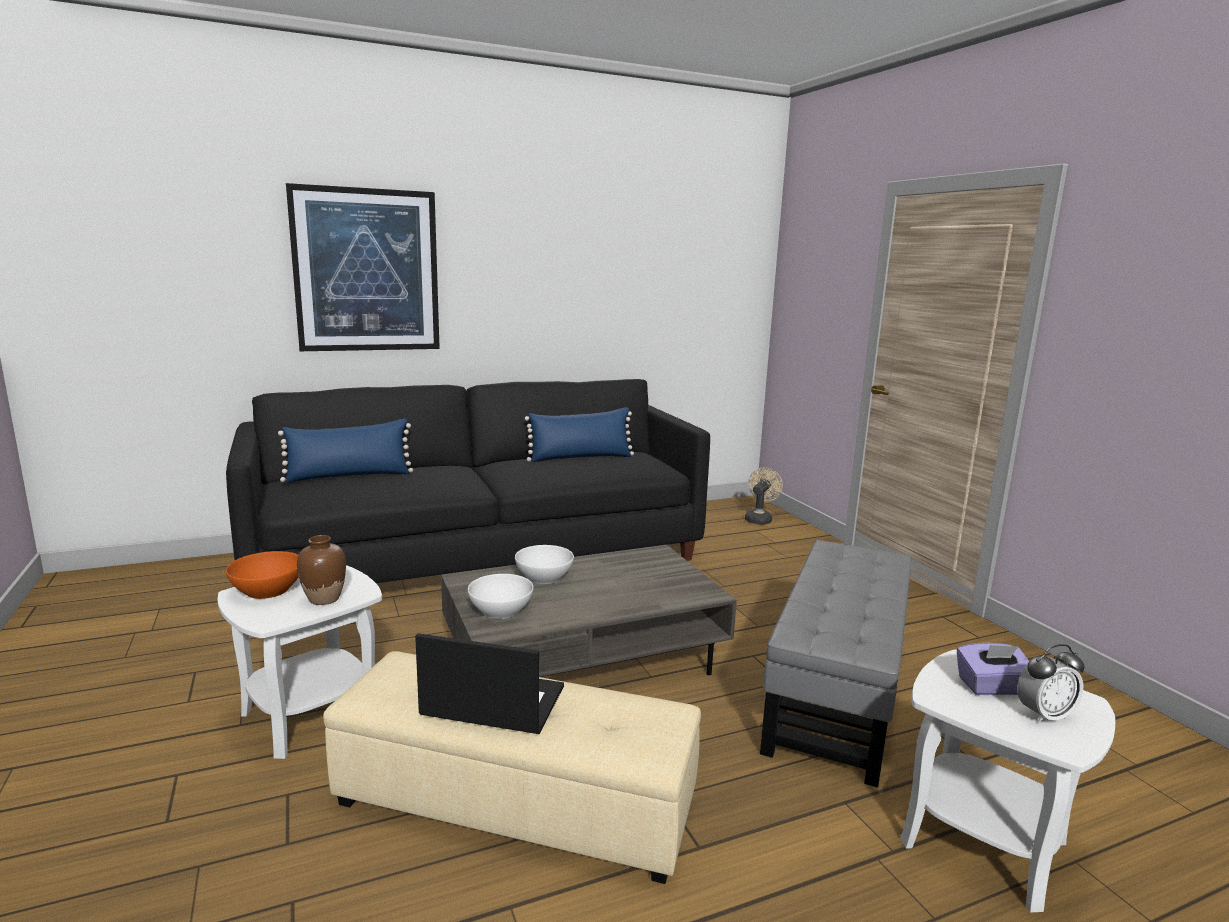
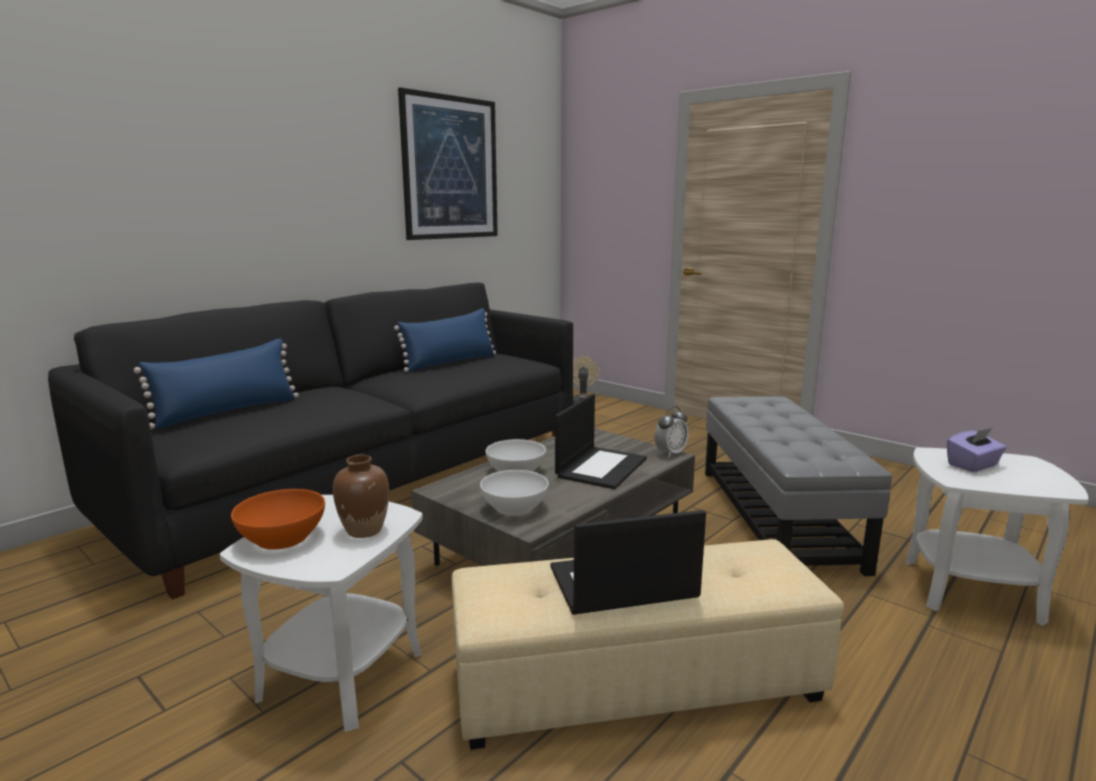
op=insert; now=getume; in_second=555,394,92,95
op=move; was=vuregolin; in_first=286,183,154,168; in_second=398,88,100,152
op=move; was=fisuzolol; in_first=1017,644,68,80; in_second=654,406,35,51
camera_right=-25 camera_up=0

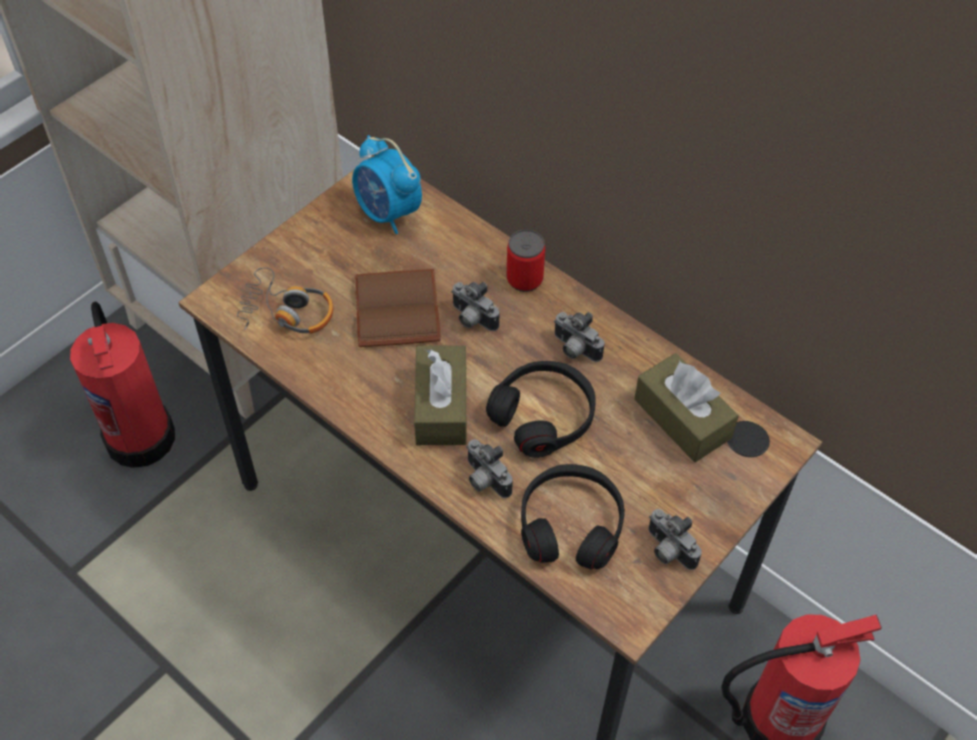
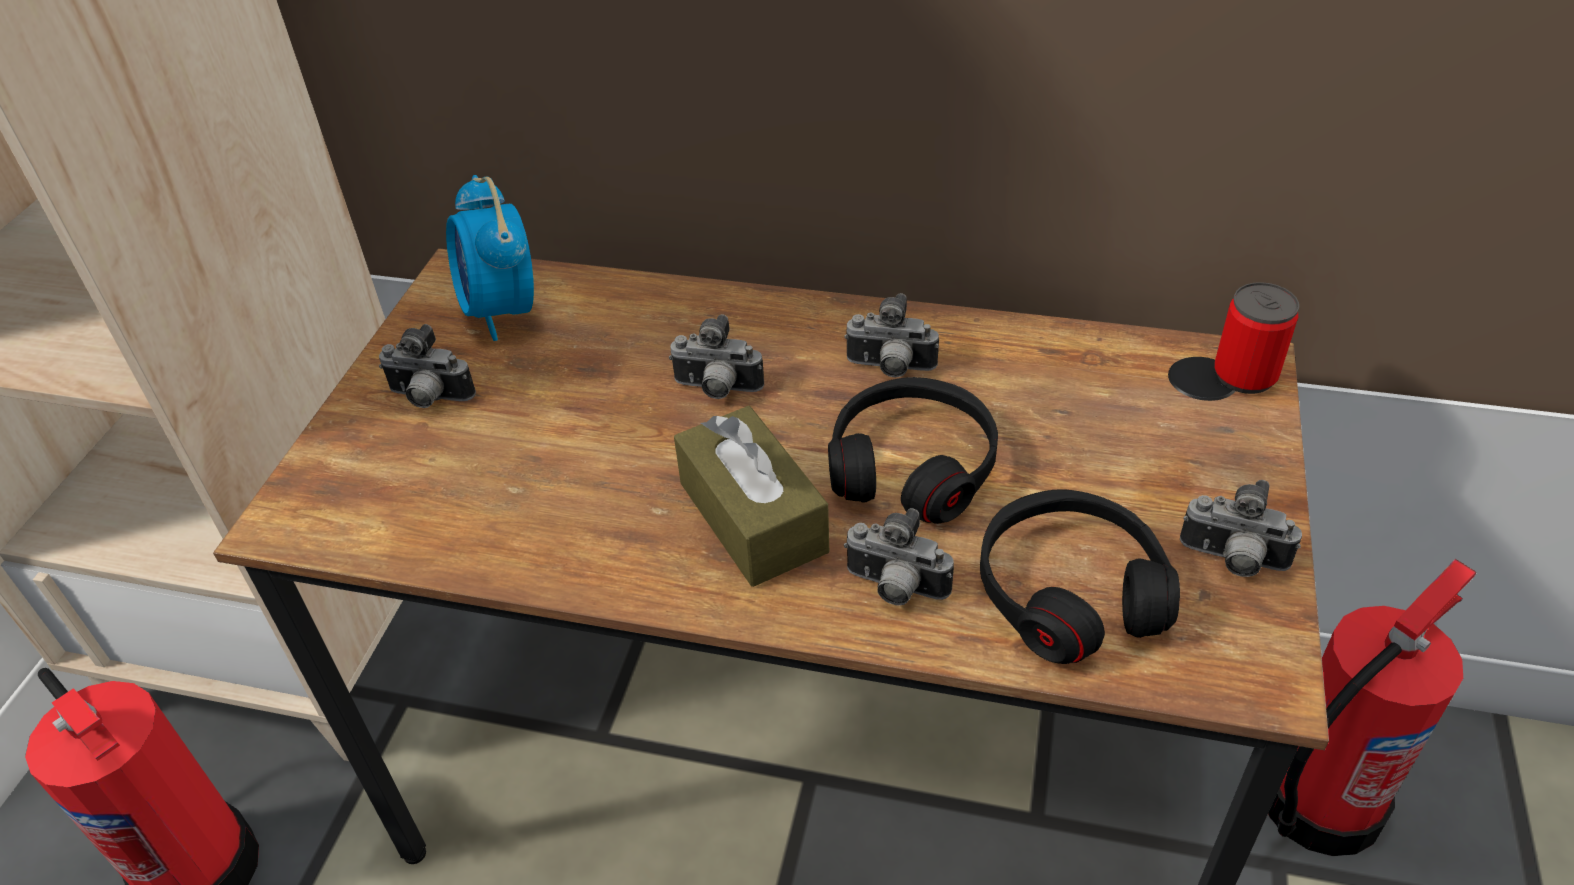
op=delete; was=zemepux; in_first=237,267,96,67
op=delete; was=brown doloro; in_first=355,269,86,78
op=delete; was=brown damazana; in_first=634,353,105,109
op=insert; now=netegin; in_second=379,324,97,84
op=move; was=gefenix; in_first=507,230,38,62; in_second=1214,282,85,112
op=rotate; was=fisuzolol; in_first=352,135,70,99; in_second=446,175,88,166; clockwise=45
camera_right=-25 camera_up=-10

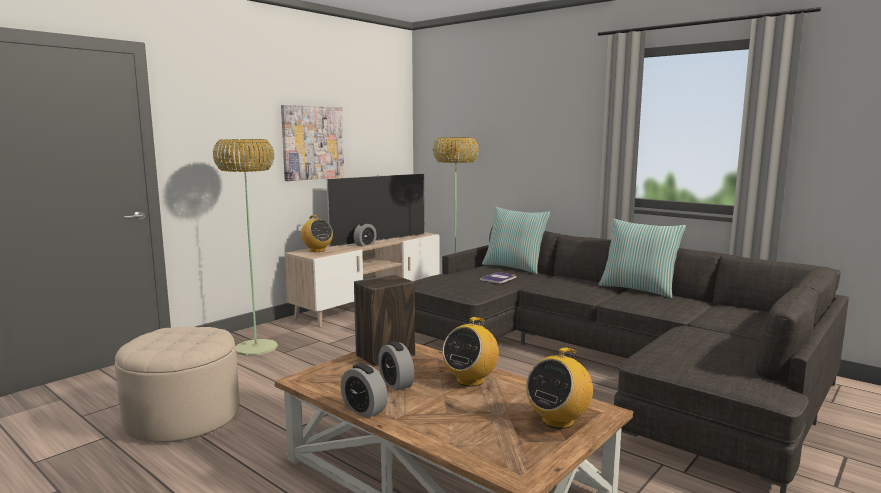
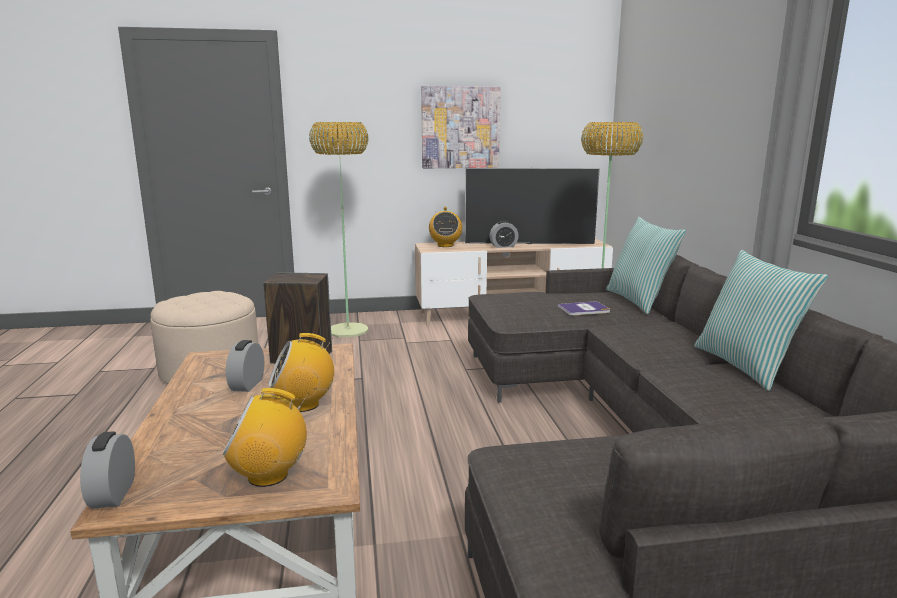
op=move; was=fisuzolol; in_first=341,363,47,55; in_second=80,432,55,77
camera_right=40 camera_up=5

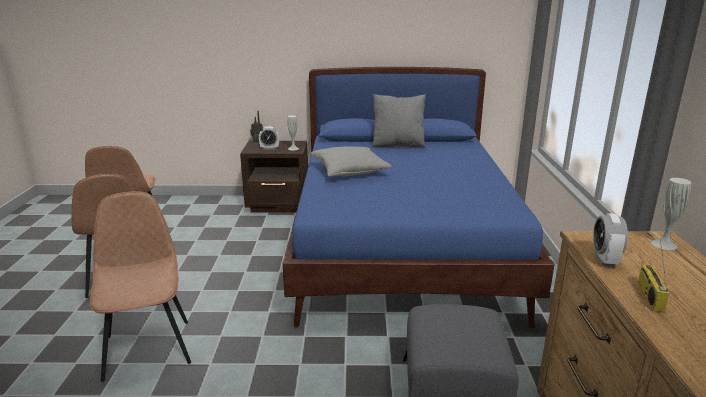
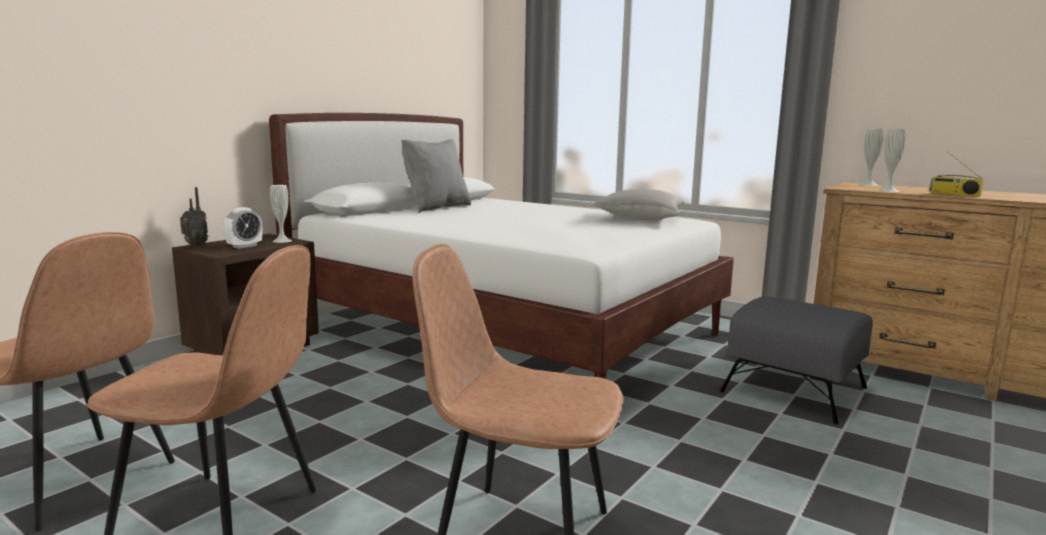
op=move; was=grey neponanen; in_first=311,146,81,31; in_second=593,189,91,31
op=replace; was=fisuzolol; now=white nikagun; in_first=593,213,35,53; in_second=877,129,29,63
op=recolor; was=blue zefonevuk; now=white zefonevuk; in_first=283,67,272,261; in_second=269,113,465,266
camera_right=-55 camera_up=-10

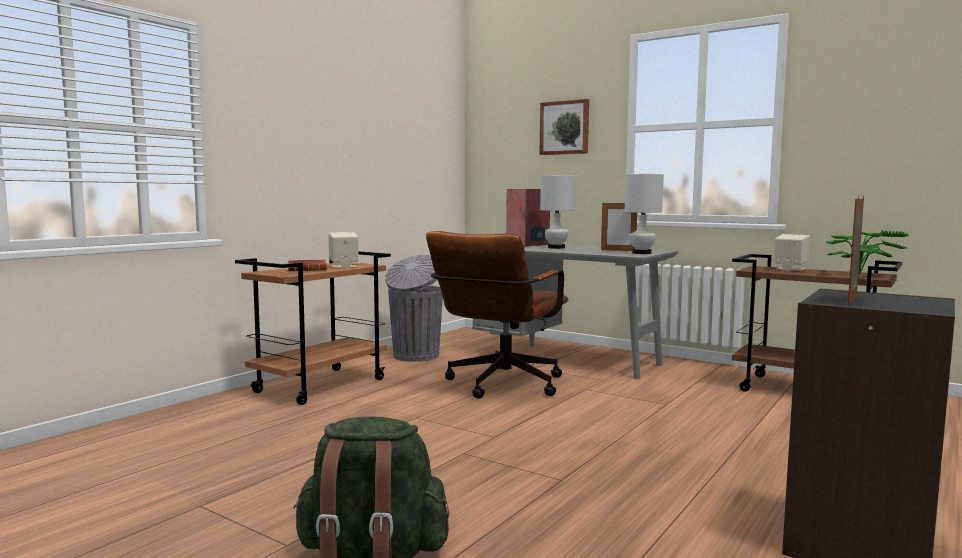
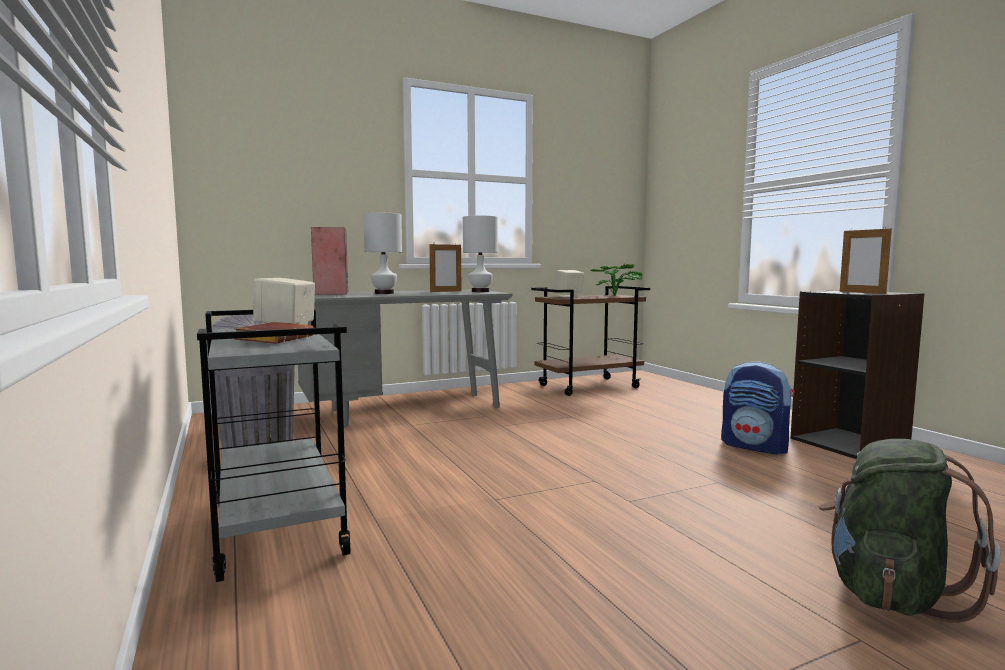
op=delete; was=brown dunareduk; in_first=426,231,142,168
op=delete; was=vuregolin; in_first=539,99,50,56
op=insert; now=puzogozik; in_second=721,361,74,94
op=recolor; was=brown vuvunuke; now=grey vuvunuke; in_first=235,251,156,154; in_second=197,310,153,272
camera_right=-60 camera_up=0

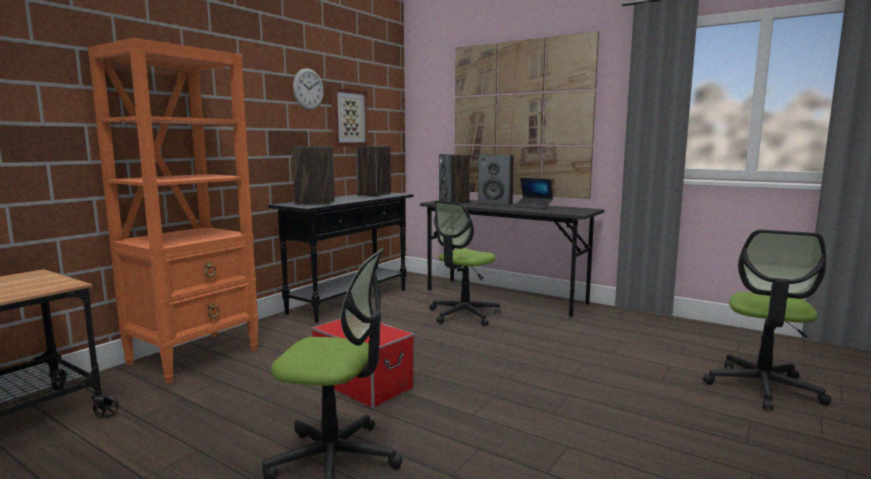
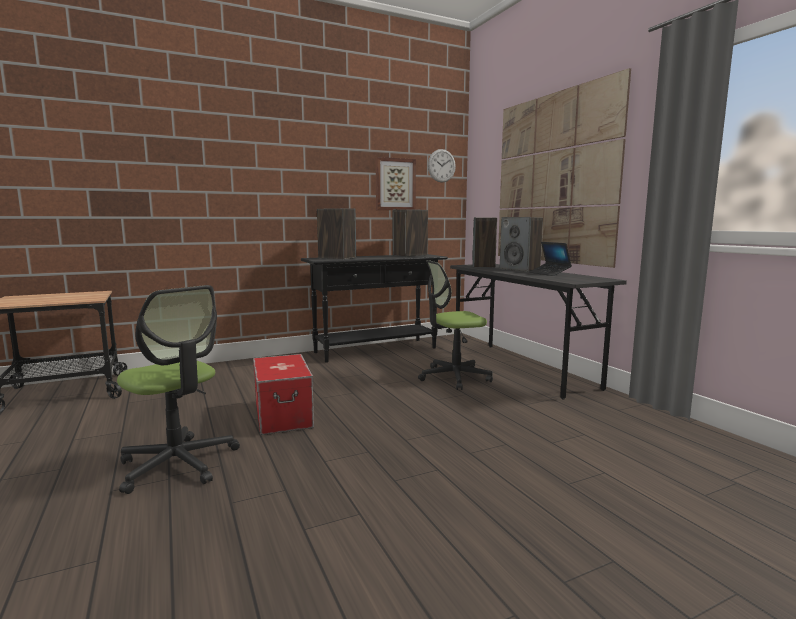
op=delete; was=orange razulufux; in_first=88,38,171,346
op=delete; was=dunareduk; in_first=703,229,128,182
op=move; was=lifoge; in_first=293,68,31,42; in_second=428,149,28,34
camera_right=30 camera_up=0

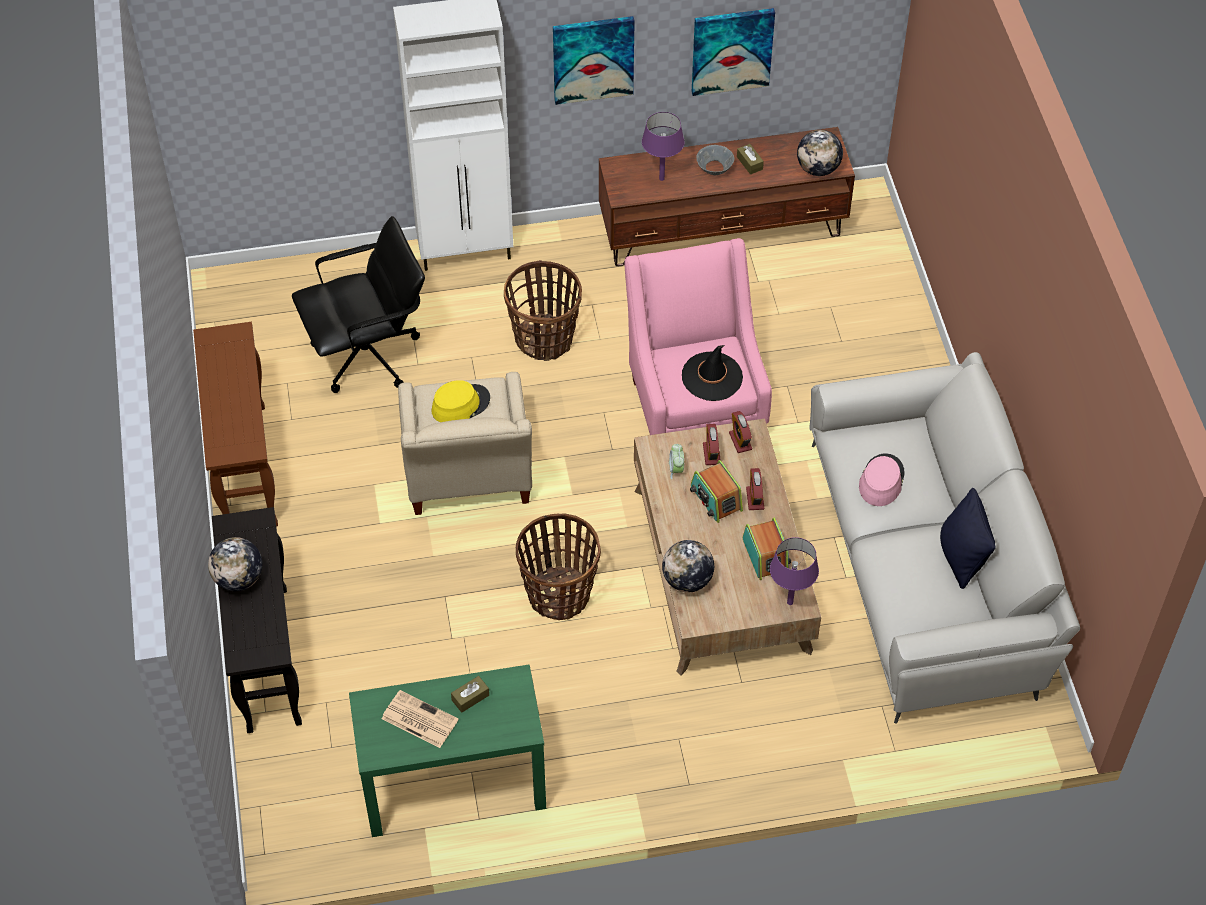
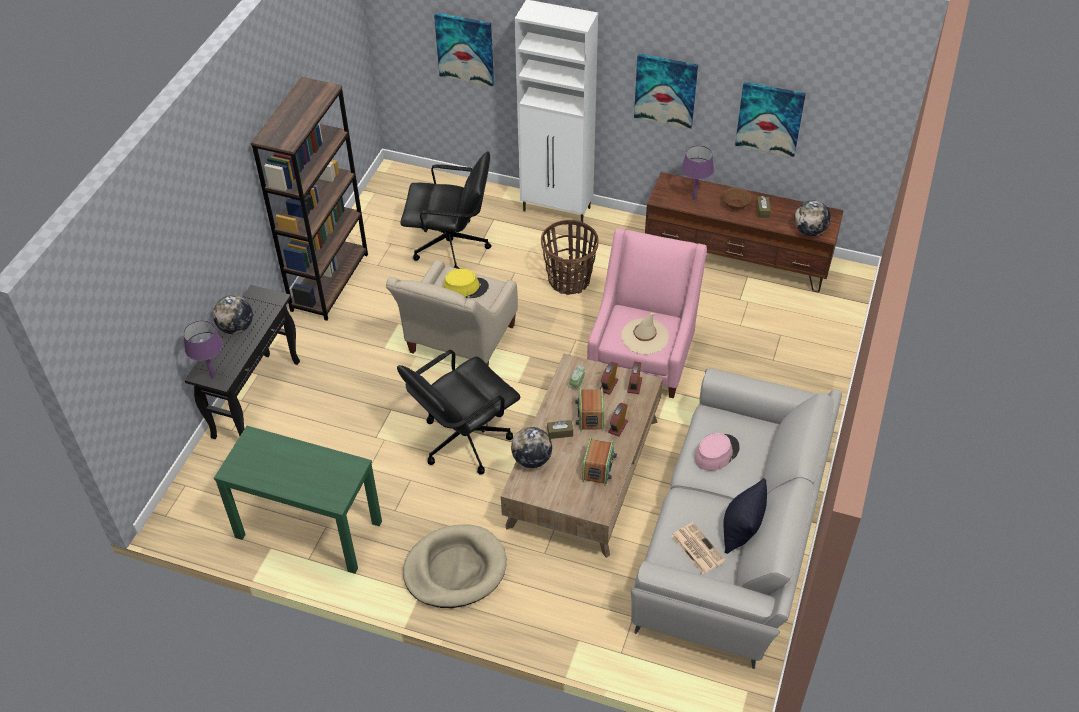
op=insert; now=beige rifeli; in_second=403,524,104,84
op=insert; now=vuregolin; in_second=434,13,60,74
op=move; was=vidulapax; in_first=382,690,77,58; in_second=671,522,55,52
op=move; was=brown damazana; in_first=451,676,38,37; in_second=547,420,26,19
op=move; was=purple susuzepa; in_first=770,537,49,68; in_second=183,320,40,59
op=replace; was=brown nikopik; now=brown razulufux; in_first=193,322,85,204; in_second=251,77,117,244
op=replace; was=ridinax; now=black dunareduk; in_first=516,513,85,107; in_second=397,350,124,125
op=recolor; was=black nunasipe; now=beige nunasipe; in_first=682,345,61,56; in_second=621,313,48,42
op=recolor; was=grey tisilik; now=brown tisilik; in_first=697,145,37,30; in_second=722,188,30,22
camera_right=30 camera_up=-5

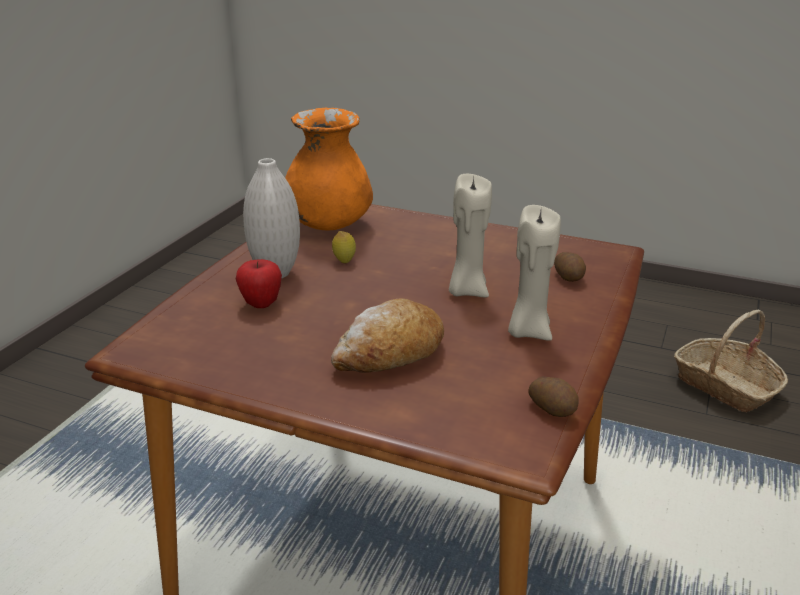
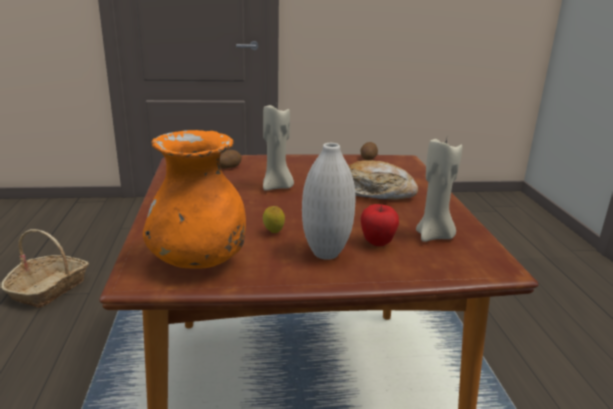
op=move; was=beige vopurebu; in_first=508,205,53,136; in_second=416,139,46,103
camera_right=-120 camera_up=-5

